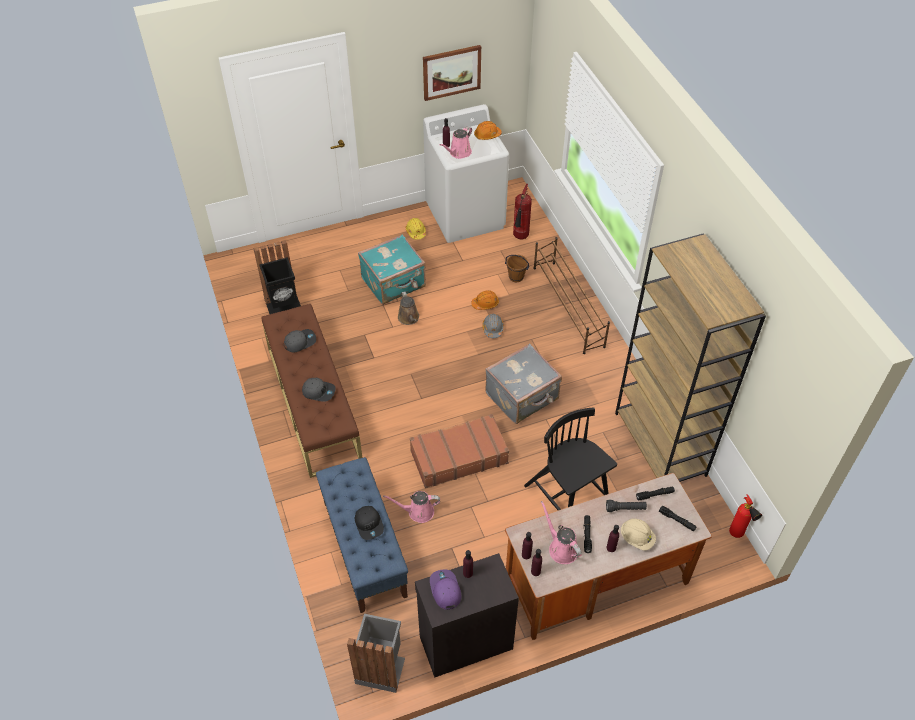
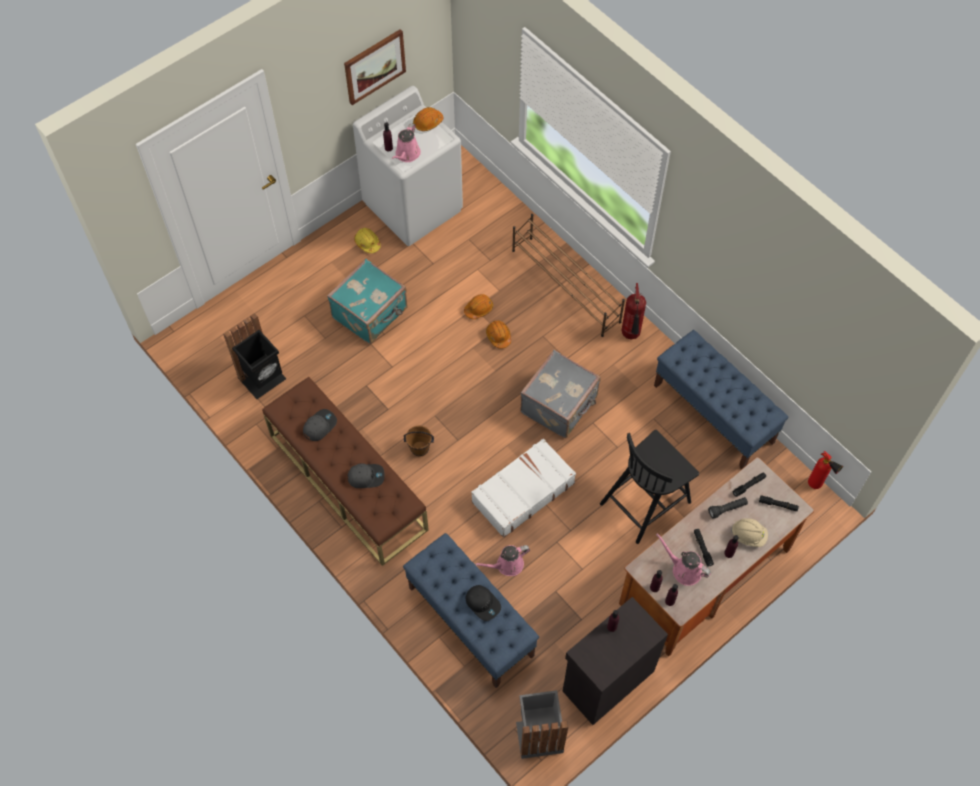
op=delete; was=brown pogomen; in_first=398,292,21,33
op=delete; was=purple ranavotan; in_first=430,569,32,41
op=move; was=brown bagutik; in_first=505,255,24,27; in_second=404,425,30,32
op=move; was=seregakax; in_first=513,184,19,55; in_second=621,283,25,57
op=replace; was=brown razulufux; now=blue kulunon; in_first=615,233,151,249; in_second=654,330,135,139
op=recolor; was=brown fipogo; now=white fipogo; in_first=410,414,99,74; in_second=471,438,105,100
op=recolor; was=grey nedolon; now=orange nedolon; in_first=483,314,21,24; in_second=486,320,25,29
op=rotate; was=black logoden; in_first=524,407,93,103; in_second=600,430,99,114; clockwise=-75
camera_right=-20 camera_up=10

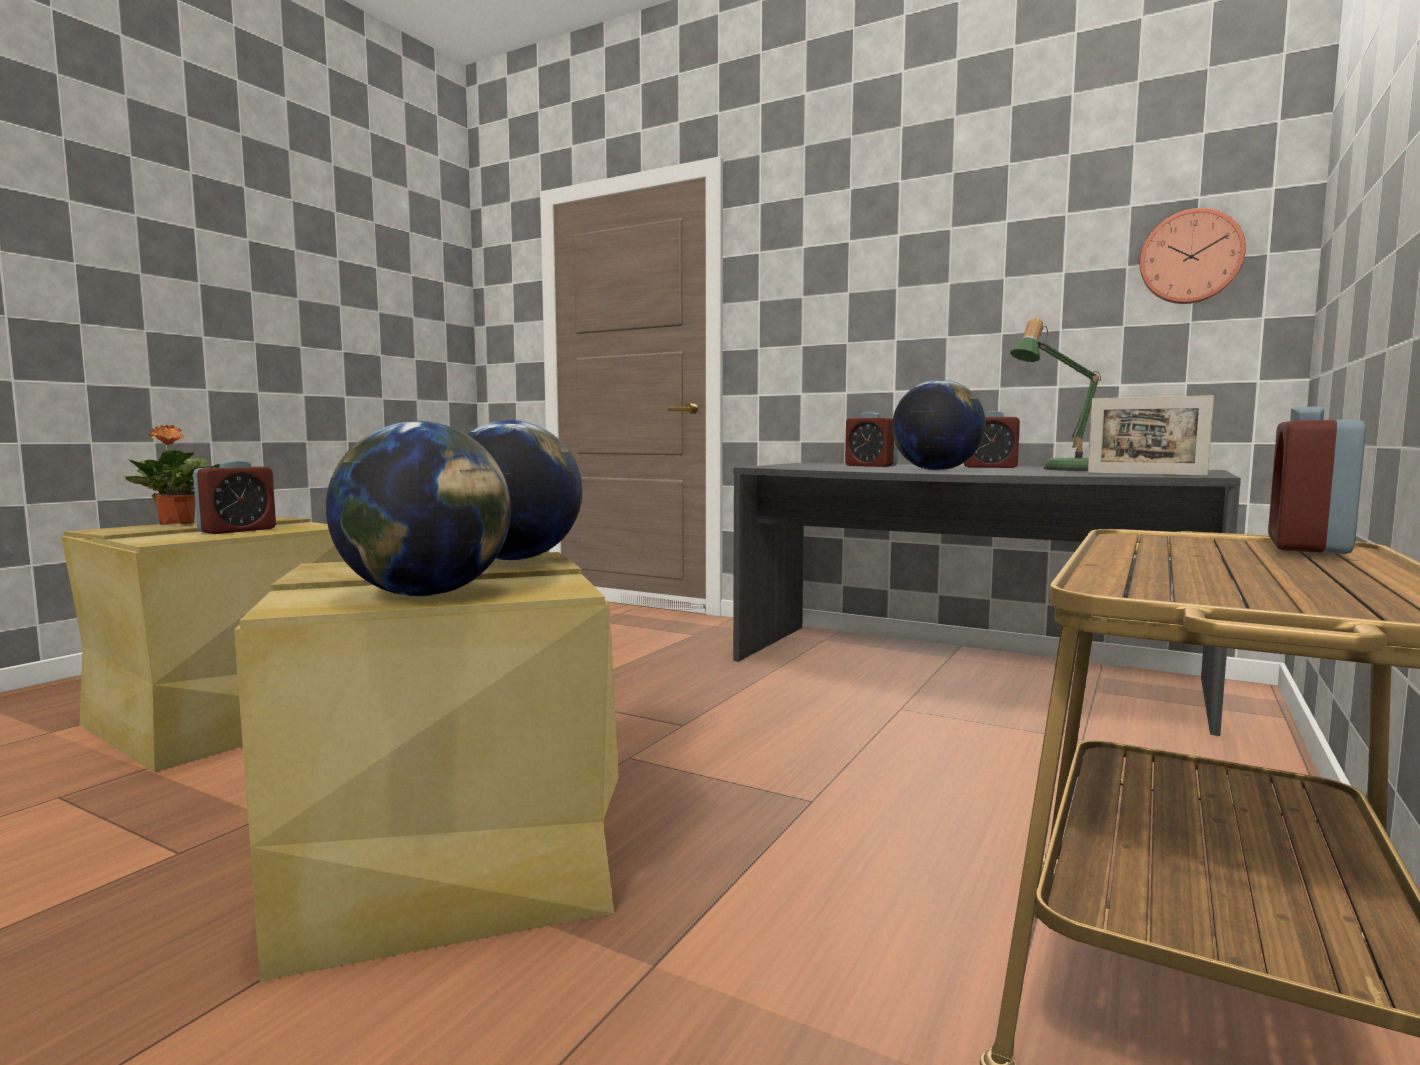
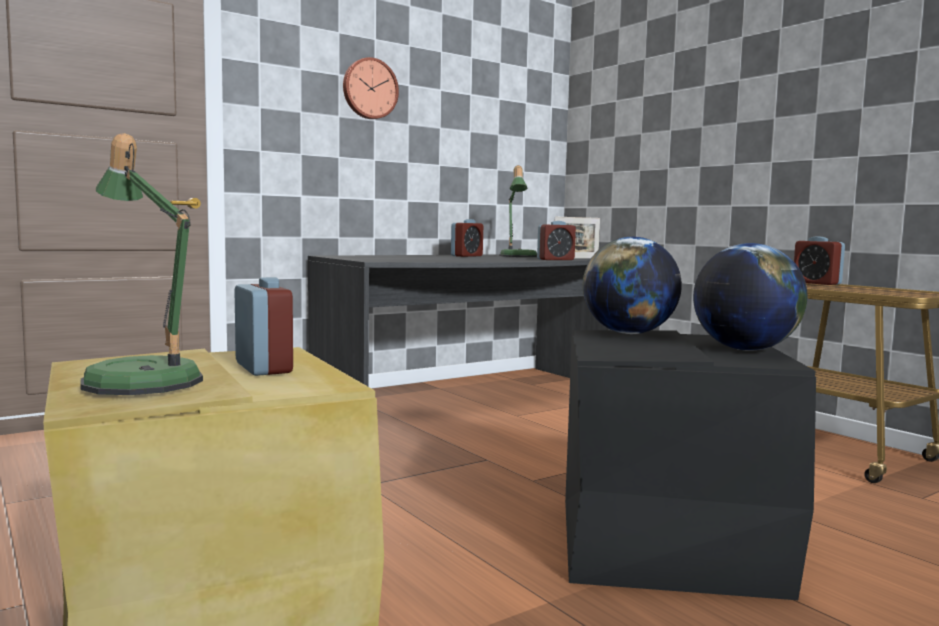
op=delete; was=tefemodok; in_first=892,379,93,92
op=move; was=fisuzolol; in_first=845,412,53,55; in_second=537,221,39,39
op=move; was=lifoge; in_first=1140,208,106,96; in_second=343,57,56,62
op=replace; was=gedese; now=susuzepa; in_first=125,425,94,100; in_second=80,133,123,262
op=recolor; was=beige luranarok; now=black luranarok; in_first=234,552,385,429; in_second=565,330,251,270
camera_right=-65 camera_up=0

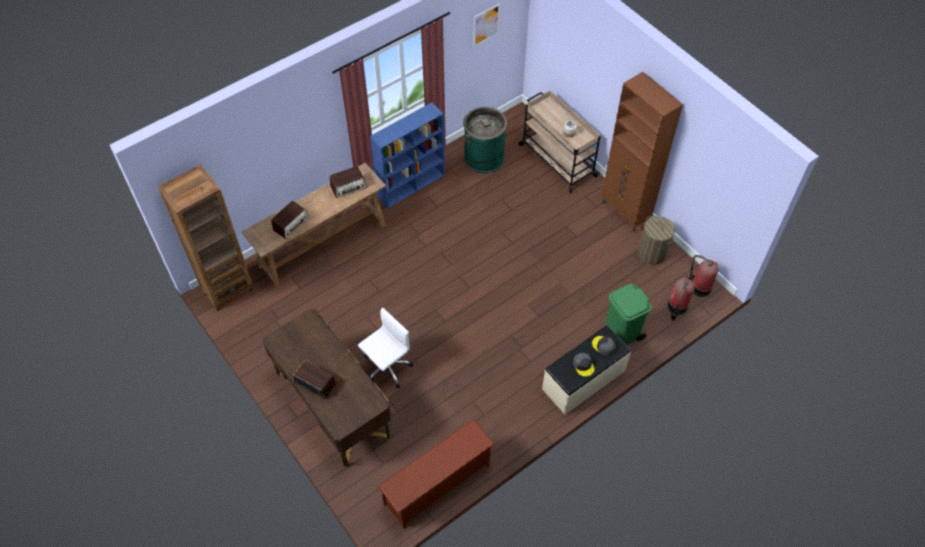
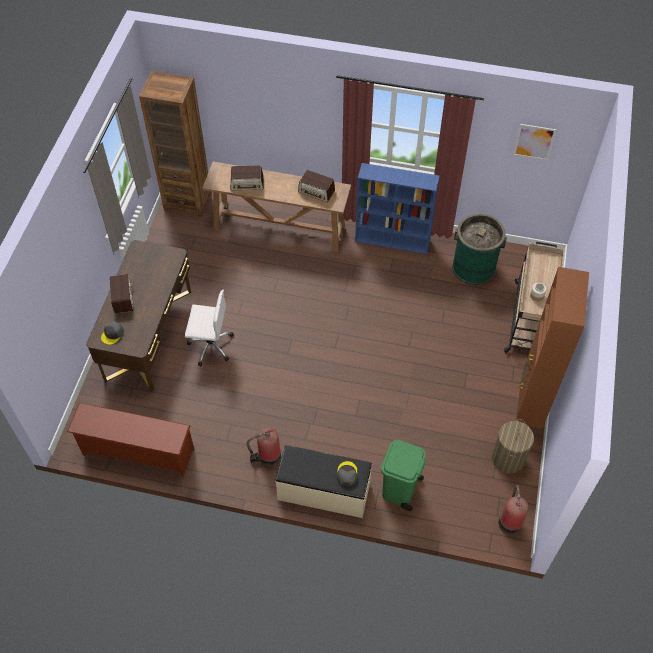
op=move; was=grey ranavotan; in_first=573,352,21,25; in_second=101,321,23,24
op=move; was=seregakax; in_first=667,272,27,49; in_second=247,428,34,39
camera_right=50 camera_up=0

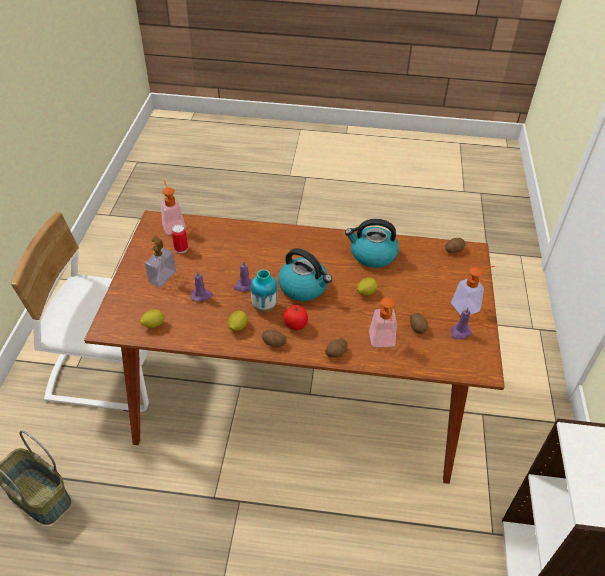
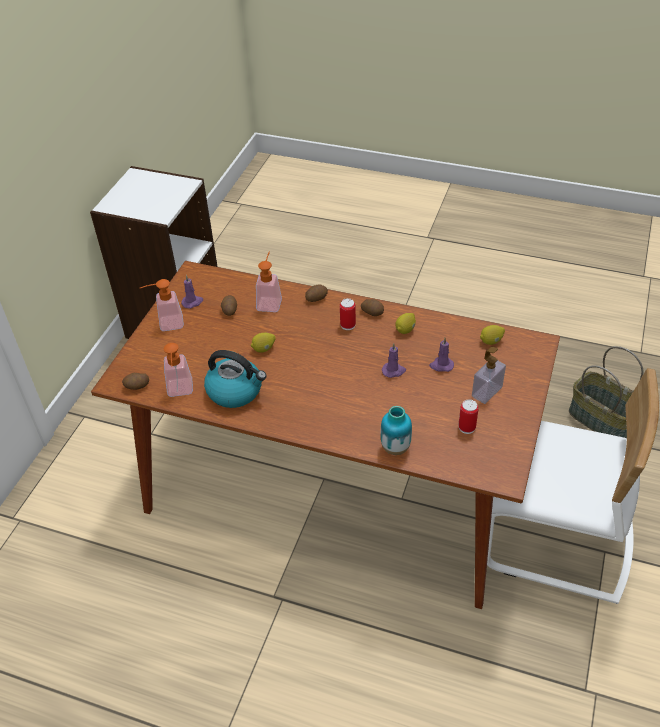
op=delete; was=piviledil; in_first=278,248,54,53
op=move; was=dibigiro; in_first=161,180,25,55; in_second=164,343,29,54
op=move; was=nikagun; in_first=251,269,26,44; in_second=380,406,32,49
op=replace; was=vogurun; now=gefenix; in_first=283,305,25,25; in_second=340,298,16,32
camera_right=-165 camera_up=0

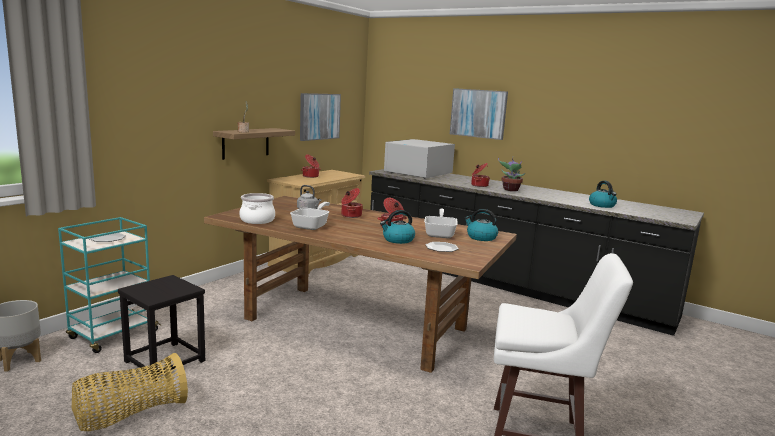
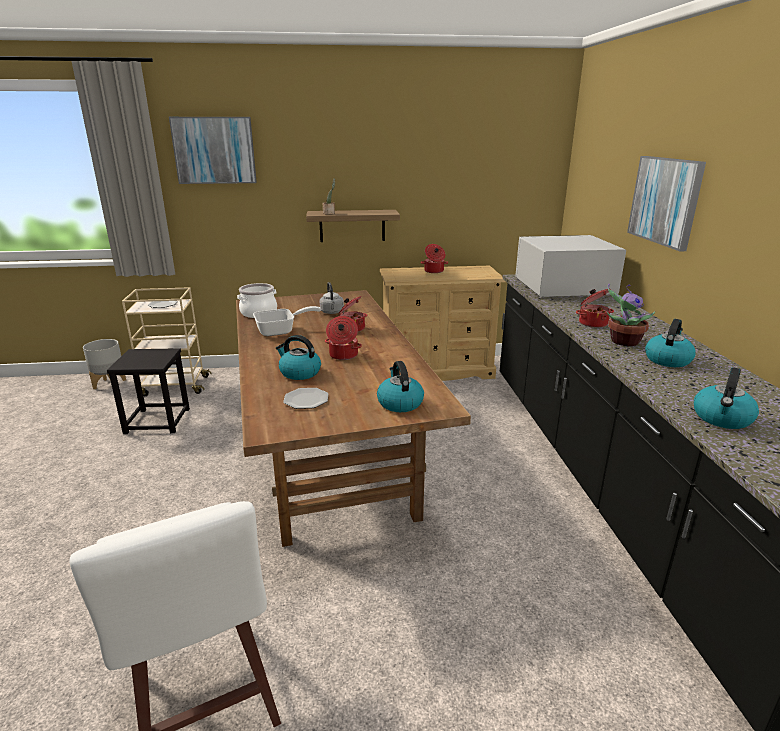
op=delete; was=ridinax; in_first=72,353,116,78
op=delete; was=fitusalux; in_first=424,209,33,29
op=insert; now=piviledil; in_second=645,319,51,48
op=move; was=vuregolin; in_first=300,93,41,48; in_second=169,117,88,67
op=recolor; was=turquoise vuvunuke; now=beige vuvunuke; in_first=58,217,103,136; in_second=122,287,90,109
camera_right=50 camera_up=10

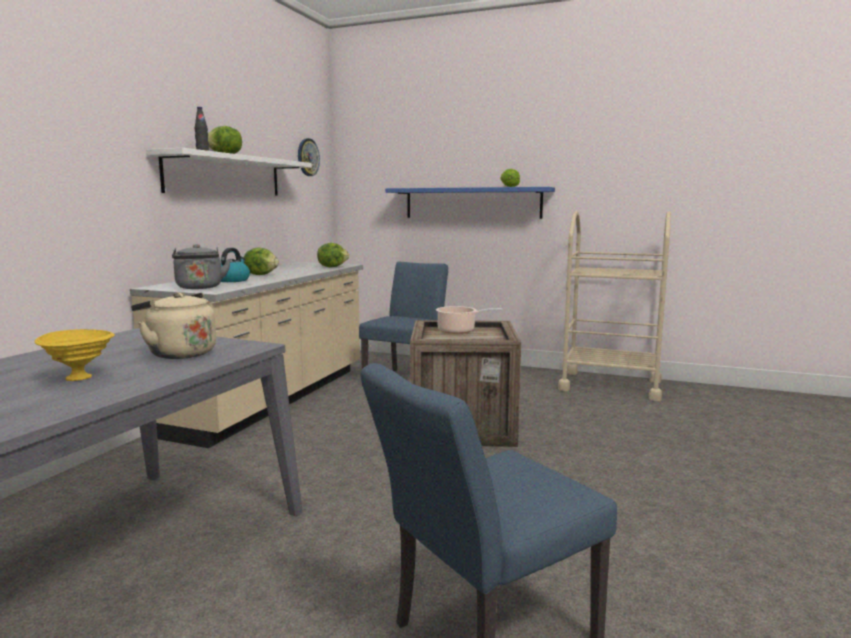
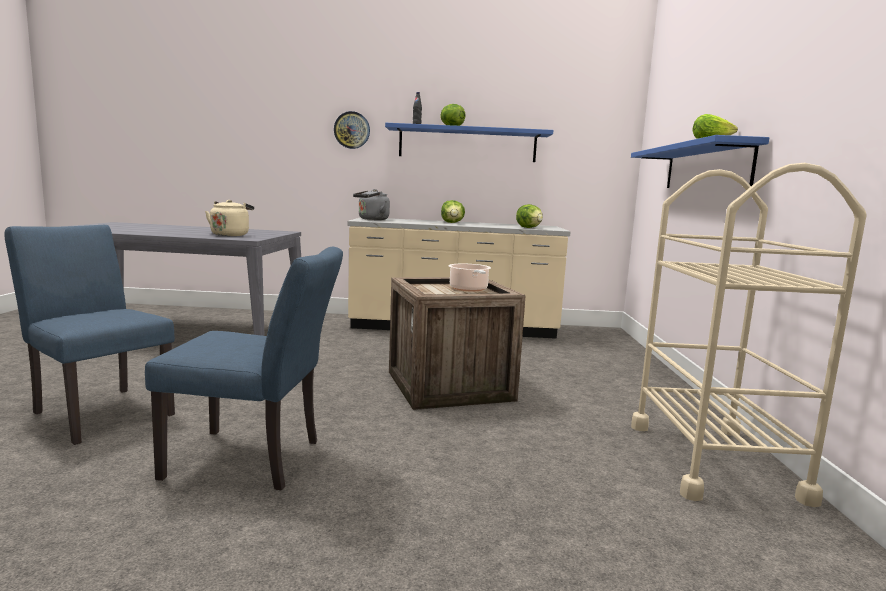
op=delete; was=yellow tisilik; in_first=35,329,80,52
op=delete; was=piviledil; in_first=221,248,29,34
op=move; was=lifoge; in_first=298,138,22,38; in_second=334,111,36,38
op=move; was=blue logoden; in_first=359,262,89,125; in_second=145,247,198,243
op=recolor; was=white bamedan; now=blue bamedan; in_first=146,148,166,48; in_second=385,123,168,39
camera_right=70 camera_up=0

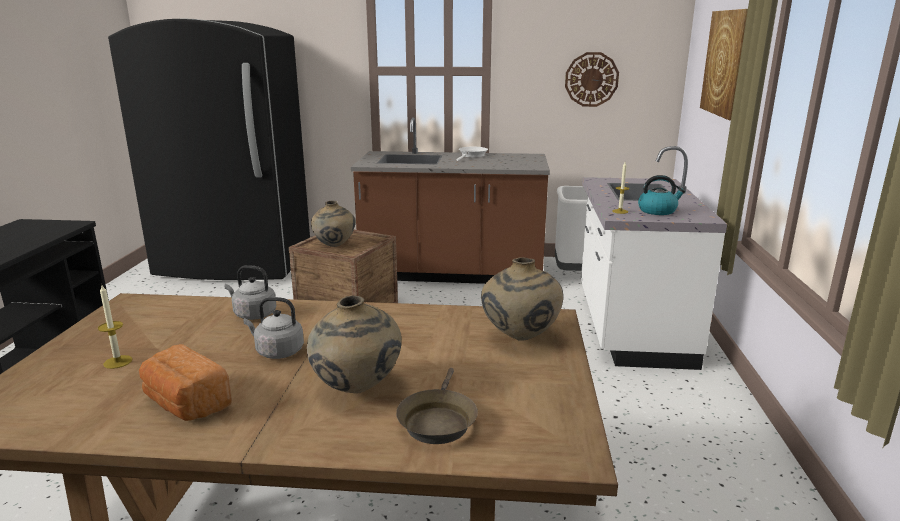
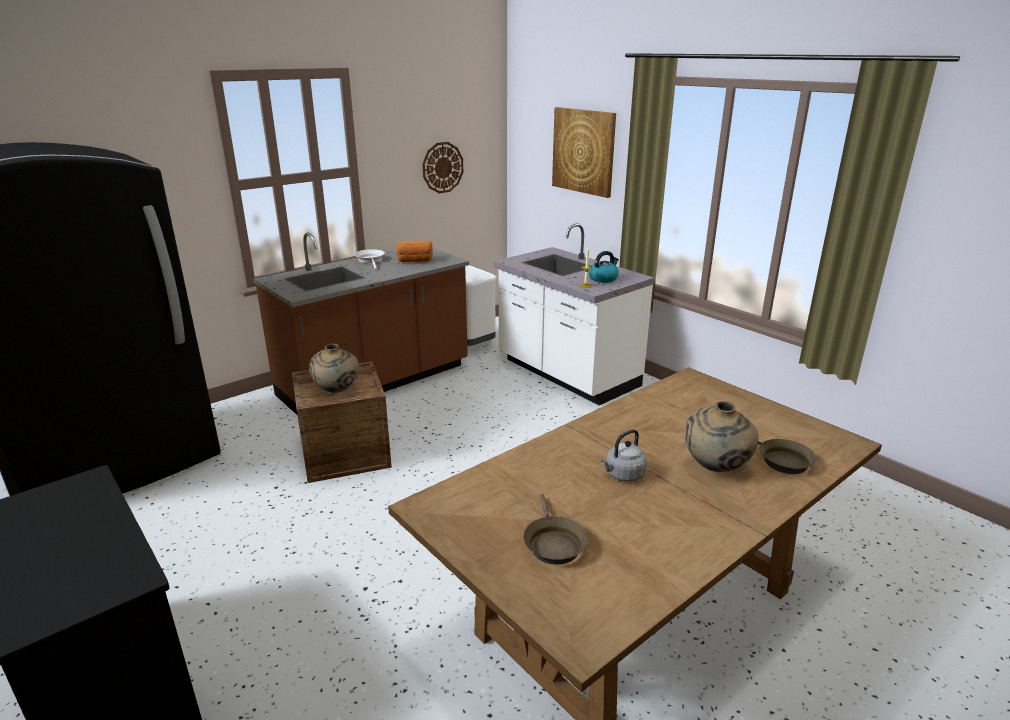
op=delete; was=grey piviledil; in_first=224,265,52,55
op=delete; was=beige nikagun; in_first=481,257,82,84
op=move; was=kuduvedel; in_first=139,344,93,77; in_second=396,240,37,22
op=replace; was=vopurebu; now=brown fitusalux; in_first=98,285,34,84; in_second=523,494,65,71
camera_right=-45 camera_up=5

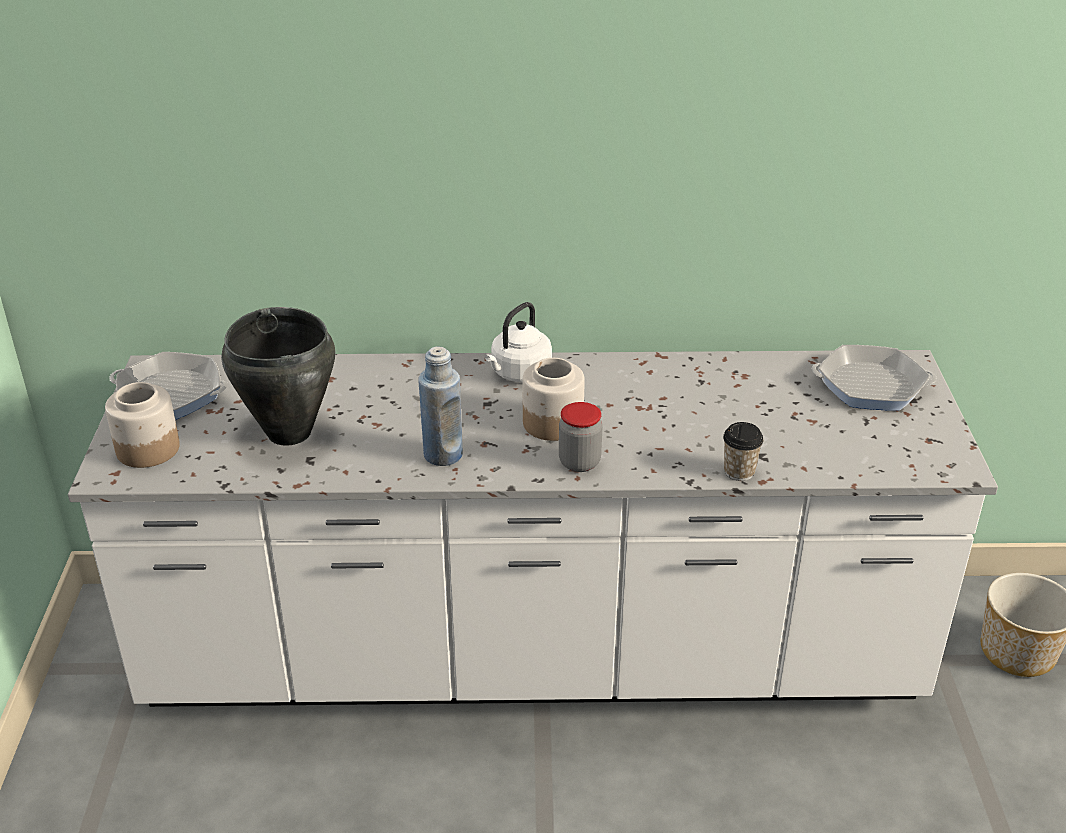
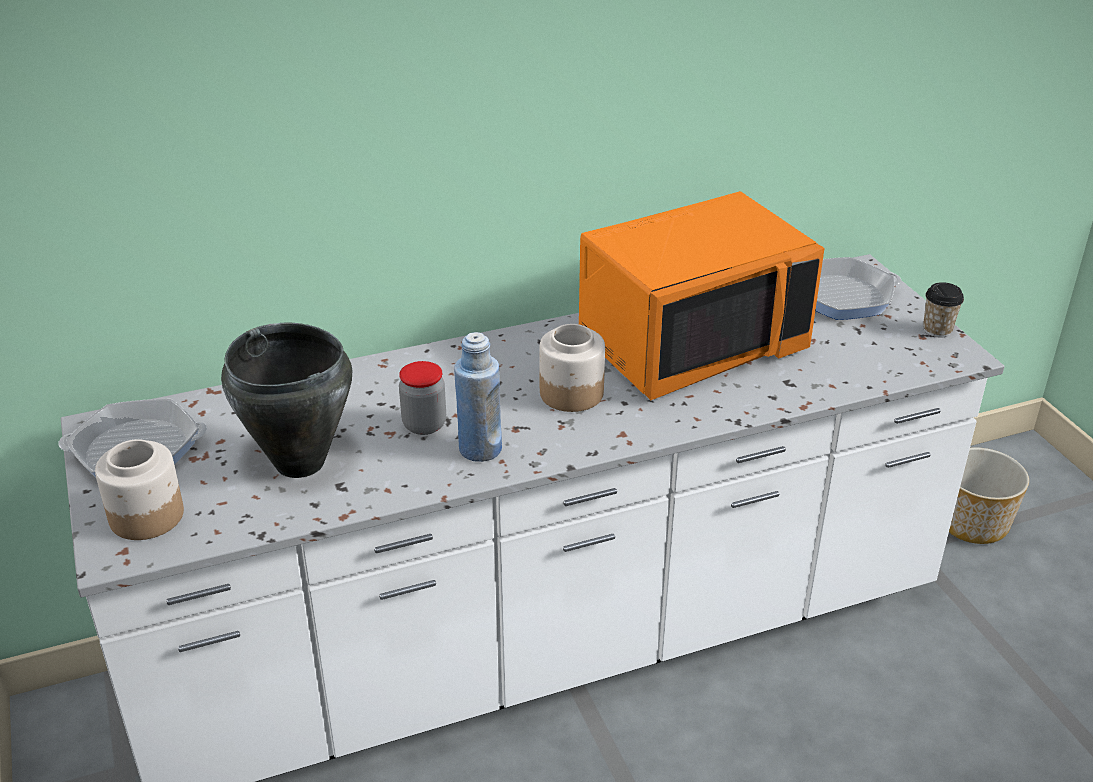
op=delete; was=white piviledil; in_first=485,302,67,80
op=insert; now=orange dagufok; in_second=579,191,246,209
op=move; was=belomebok; in_first=559,402,43,70; in_second=399,361,47,74
op=move; was=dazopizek; in_first=723,422,40,59; in_second=923,282,41,56
camera_right=-20 camera_up=0

